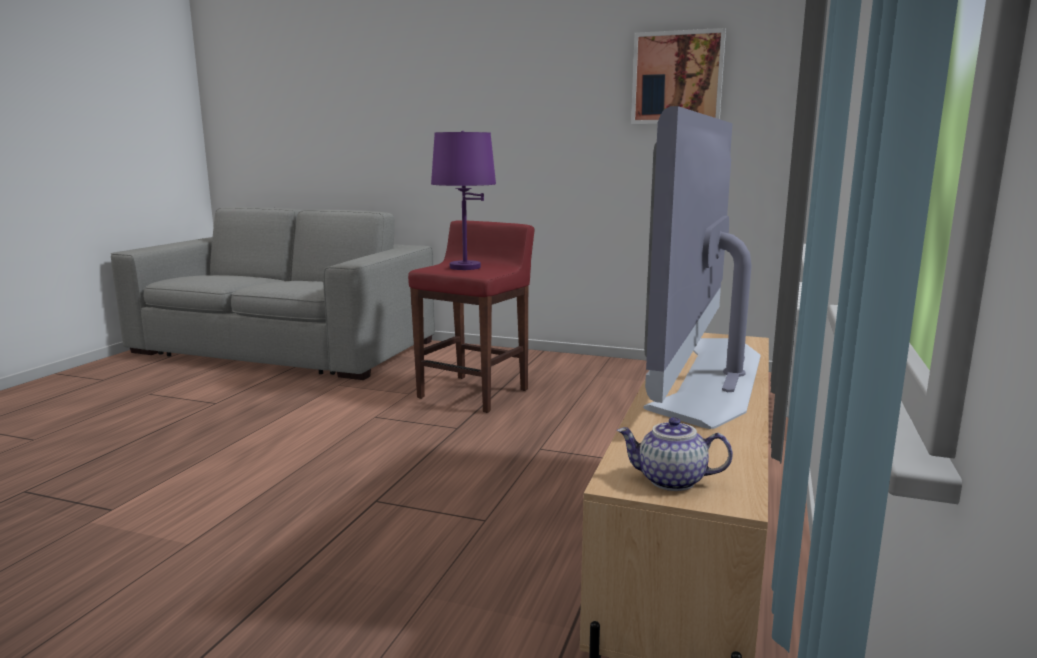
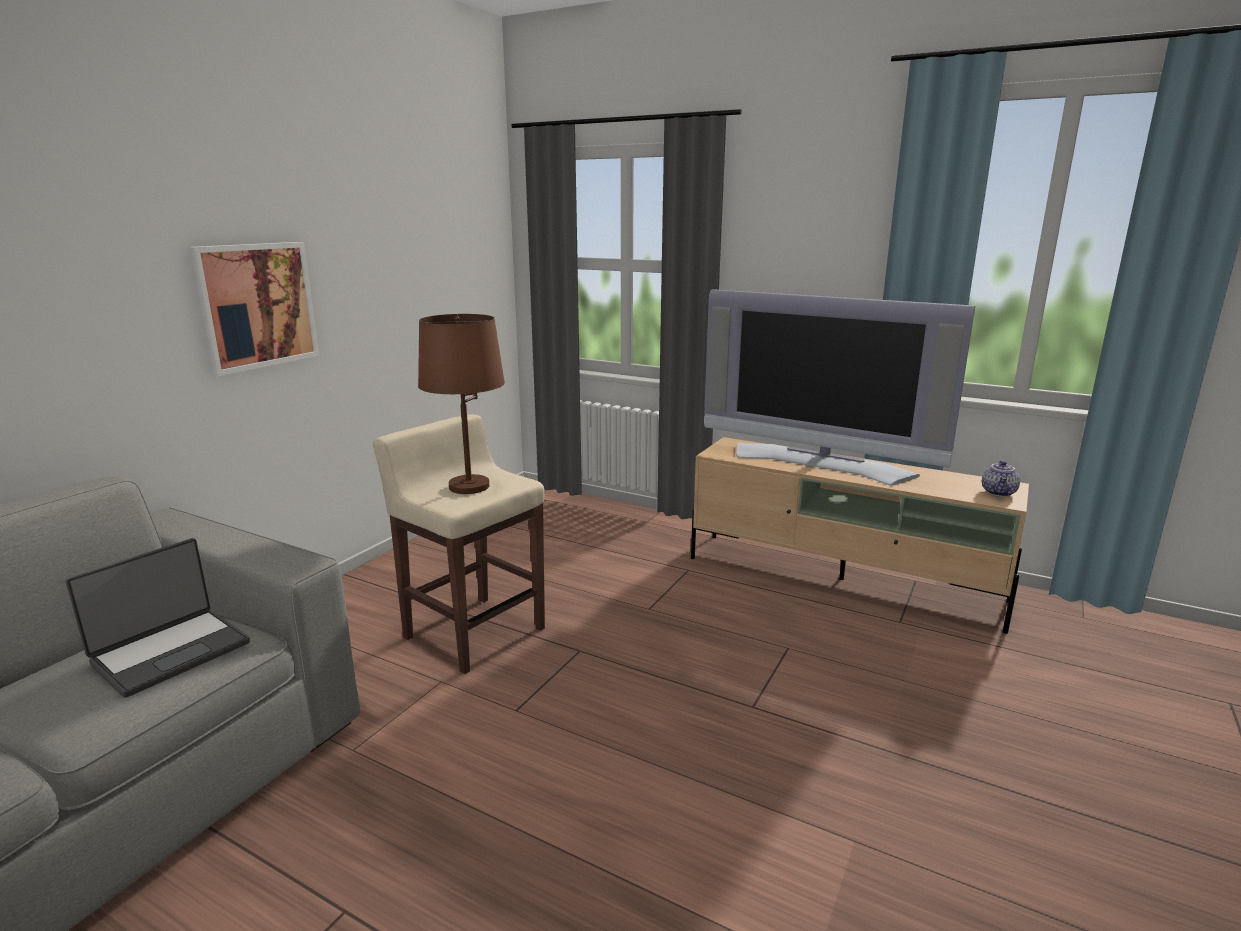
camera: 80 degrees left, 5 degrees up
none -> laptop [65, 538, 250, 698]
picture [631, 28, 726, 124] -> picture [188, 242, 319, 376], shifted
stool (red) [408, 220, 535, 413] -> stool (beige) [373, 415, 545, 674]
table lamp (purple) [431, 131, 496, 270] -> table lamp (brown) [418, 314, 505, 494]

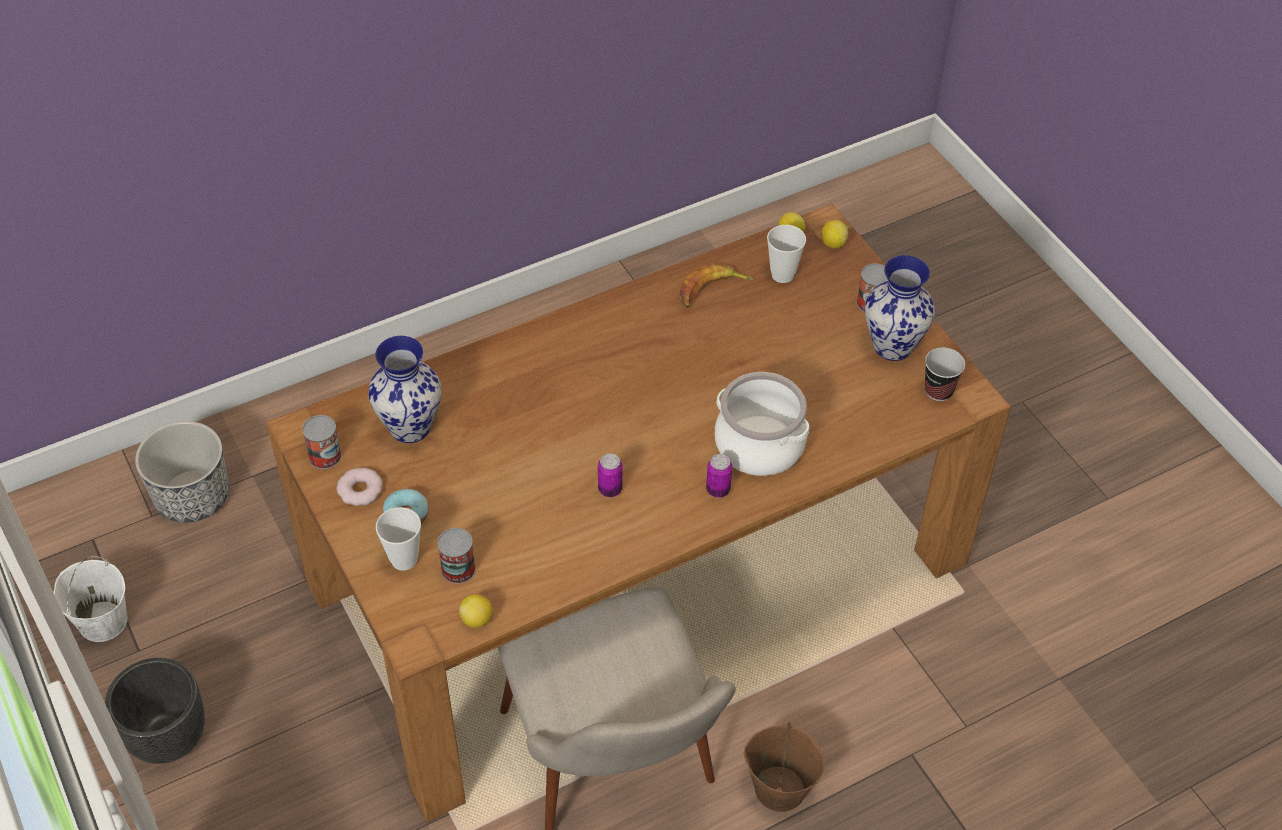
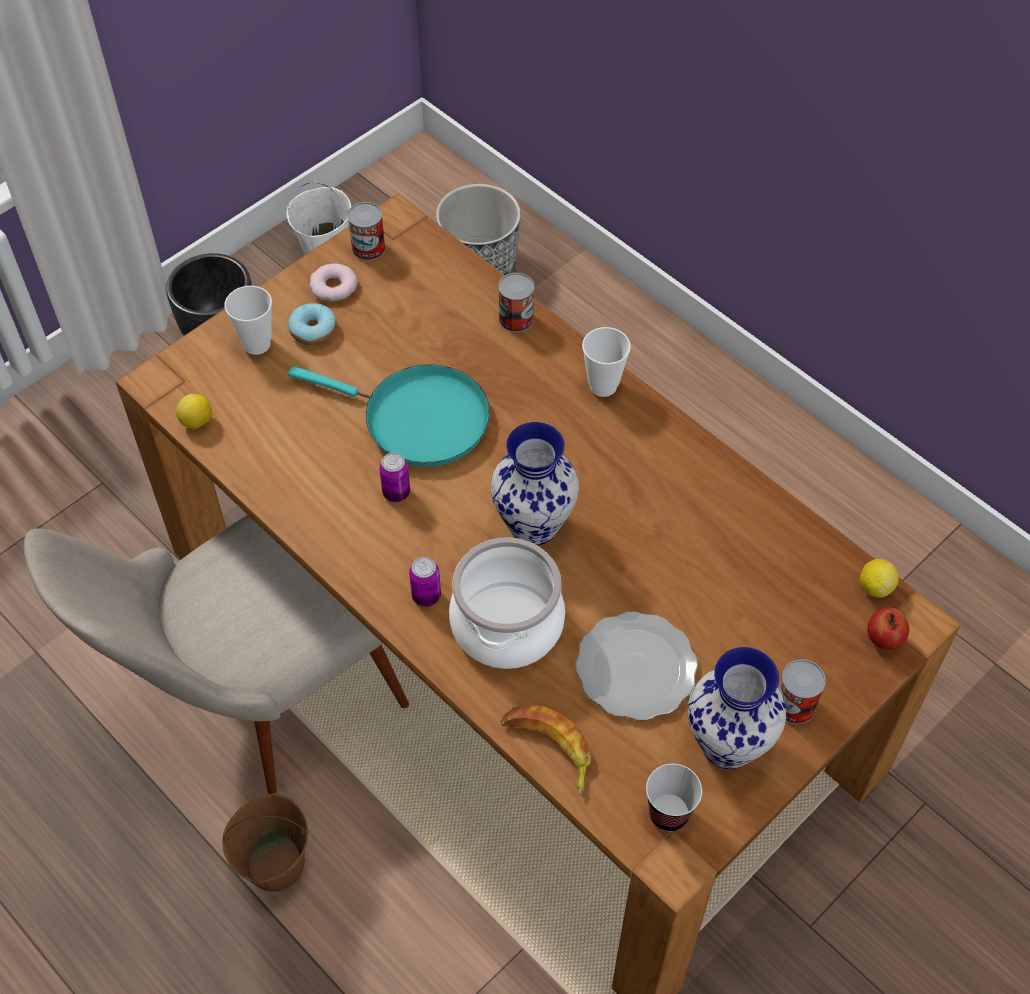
camera: 75 degrees right, 5 degrees up
none -> frying pan (turquoise) [288, 364, 490, 467]
vase [368, 336, 441, 443] -> vase [491, 422, 579, 545], shifted
can [437, 528, 476, 584] -> can [498, 273, 534, 333], shifted
banana [679, 264, 753, 308] -> banana [500, 704, 591, 796], shifted
none -> plate [575, 611, 698, 721]
cup [767, 225, 806, 283] -> cup [582, 327, 631, 397], shifted
lemon [821, 220, 849, 248] -> apple [867, 607, 909, 649]

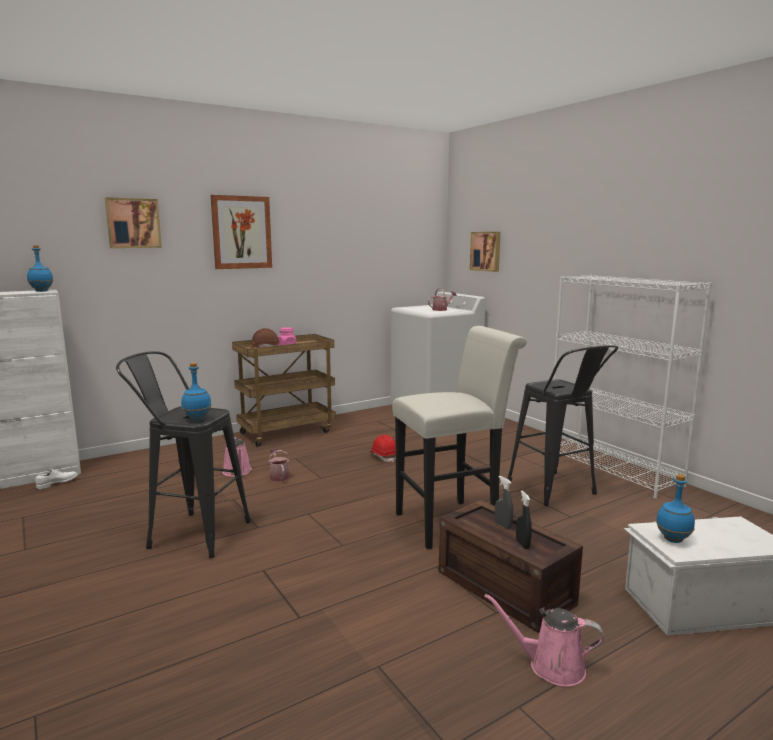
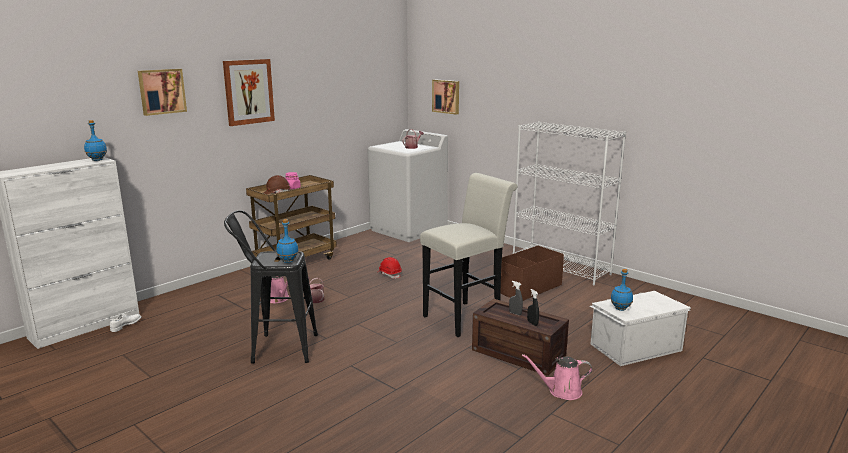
camera: 15 degrees left, 5 degrees up
stool (black) [508, 345, 618, 506] -> storage box (brown) [501, 246, 564, 301]

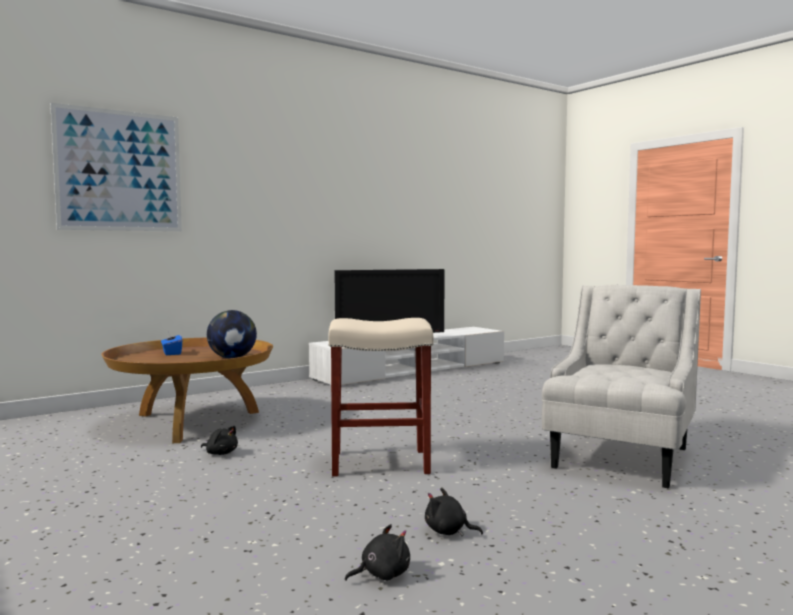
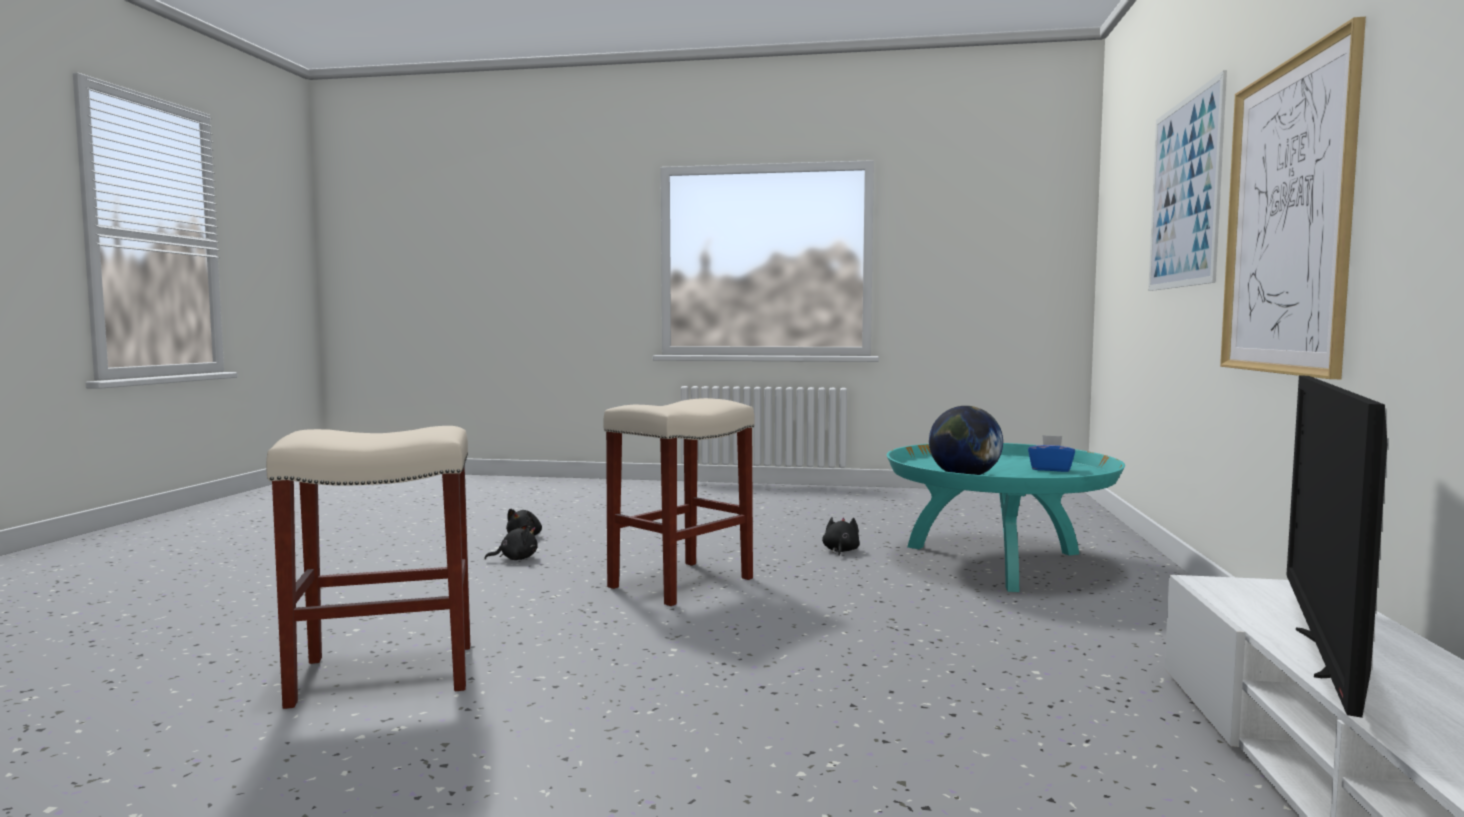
camera: 135 degrees right, 0 degrees up
armchair (white) [542, 285, 701, 488] -> stool (beige) [266, 426, 470, 709]
plush toy (black) [201, 426, 238, 455] -> plush toy (black) [822, 517, 860, 556], 120 degrees clockwise
coffee table (brown) [101, 338, 273, 443] -> coffee table (turquoise) [887, 443, 1125, 592]
none -> picture [1220, 17, 1366, 379]

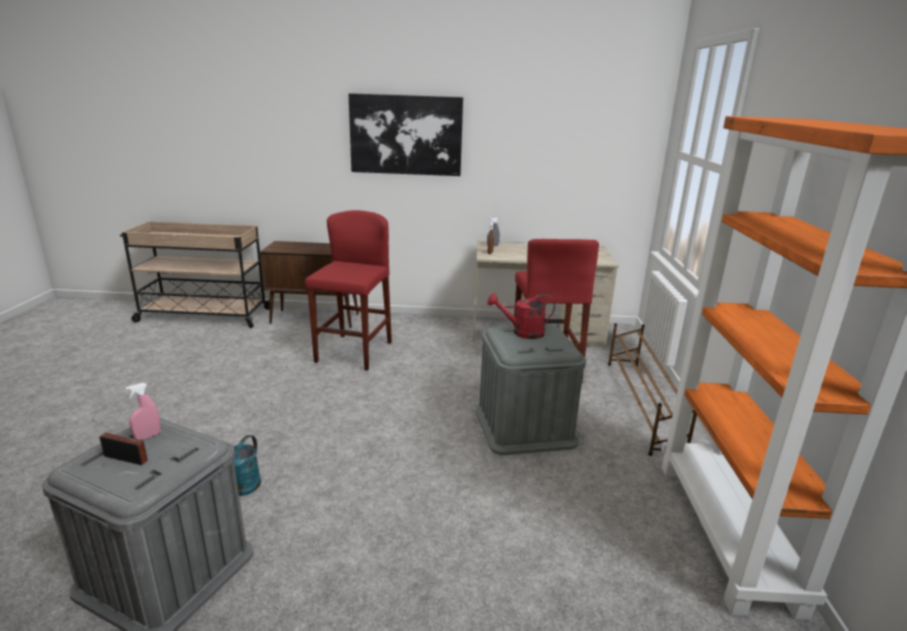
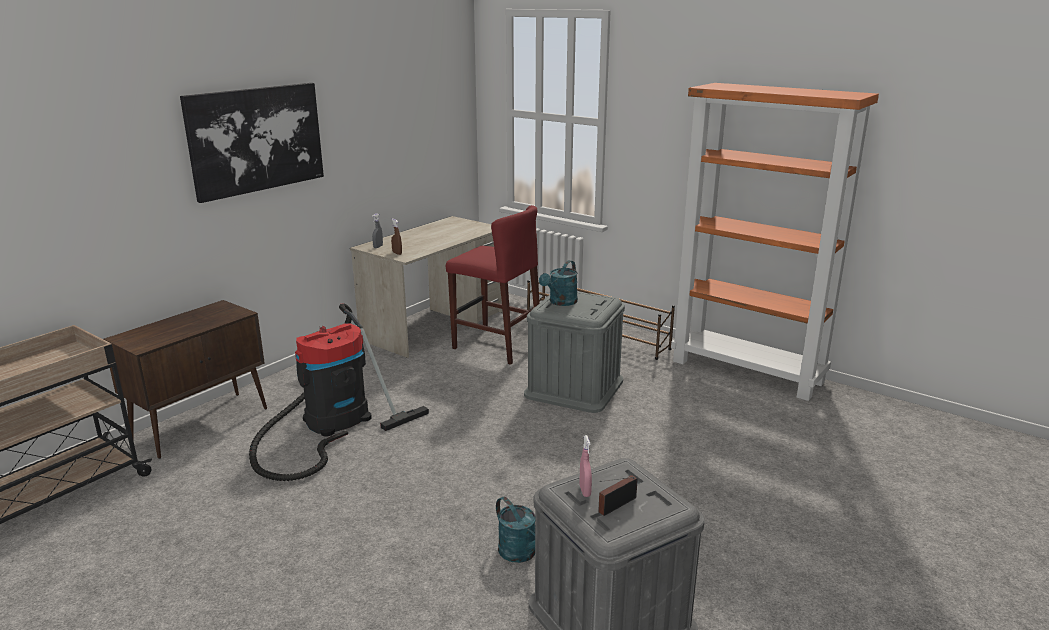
camera: 55 degrees left, 0 degrees up
stool (red) [305, 210, 392, 371] -> vacuum cleaner [249, 303, 429, 481]
watering can (red) [487, 293, 555, 339] -> watering can (turquoise) [539, 260, 578, 306]

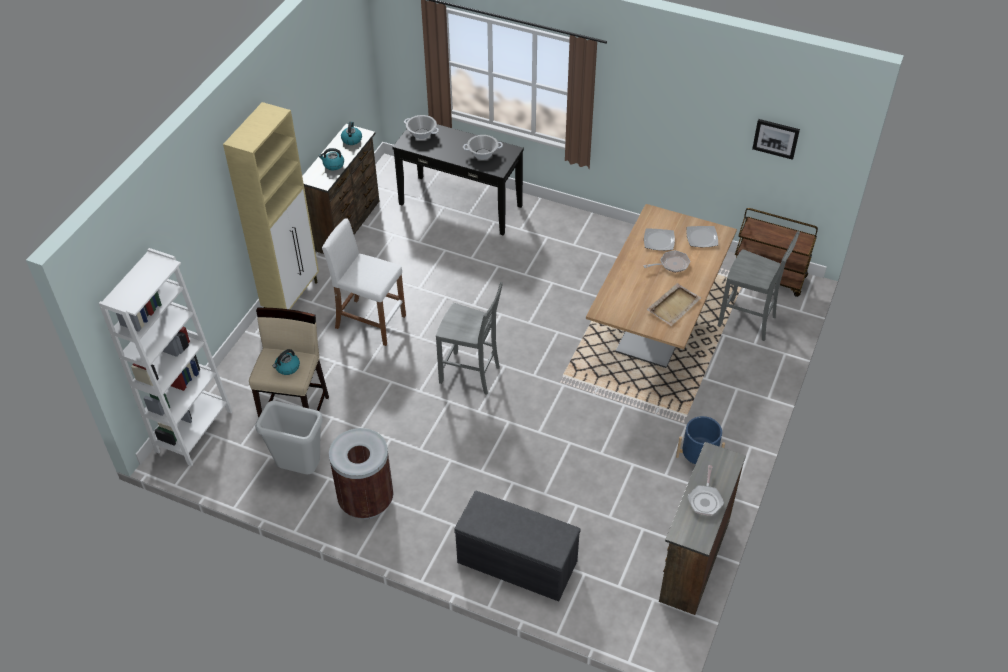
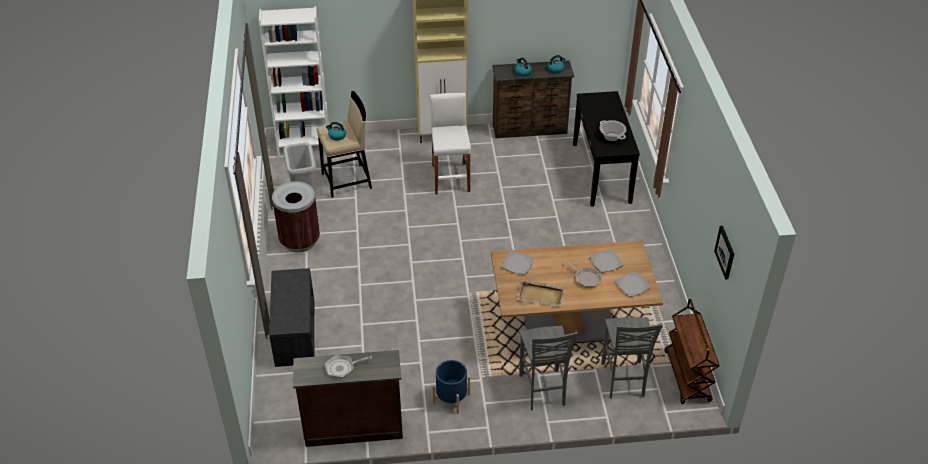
camera: 60 degrees right, 5 degrees down
none -> plate [502, 251, 534, 275]
chair (grey) [436, 282, 503, 395] -> chair (grey) [519, 326, 578, 411], shifted
cooking pot [404, 115, 439, 139] -> none

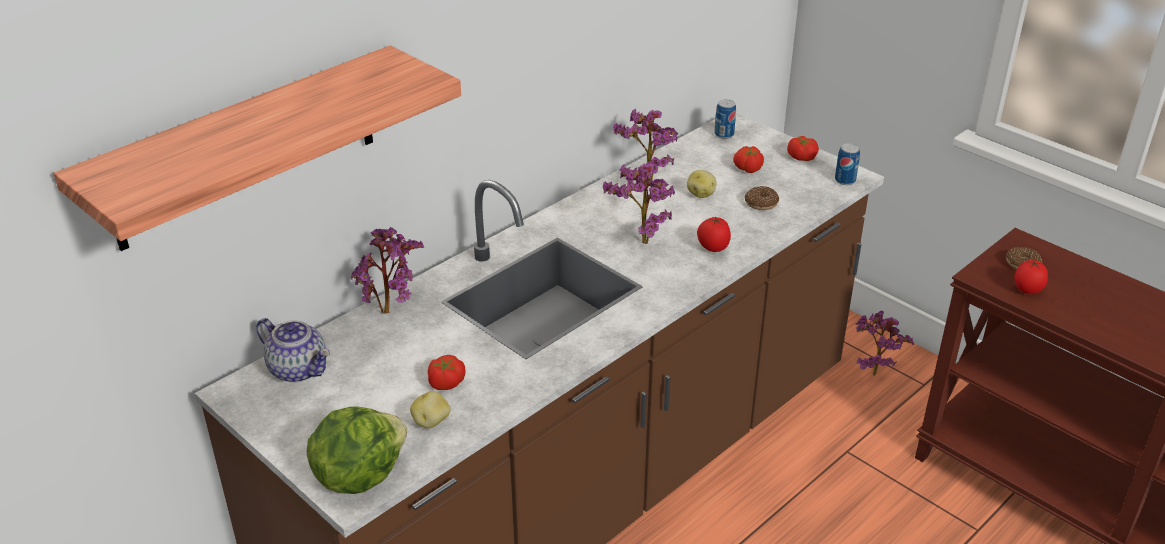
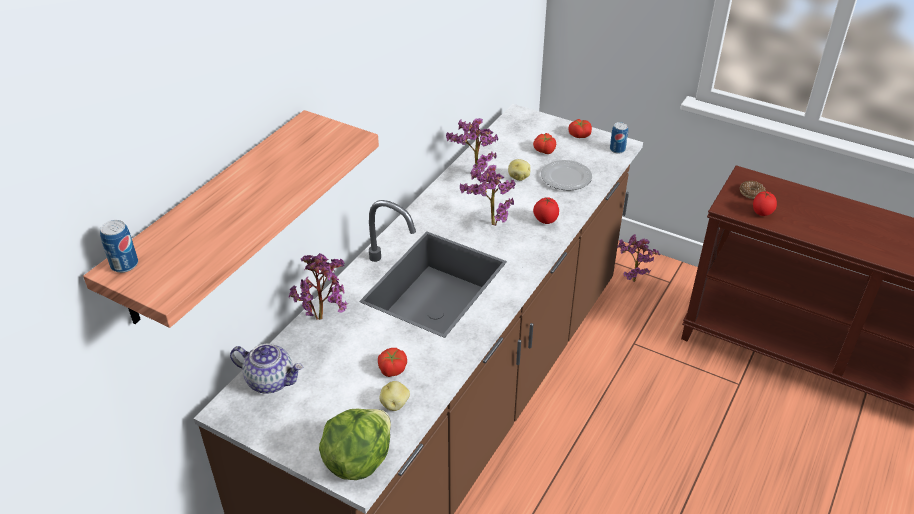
camera: 15 degrees left, 5 degrees up
can [714, 99, 736, 139] -> can [100, 220, 138, 273], shifted
donut [745, 186, 779, 210] -> plate [541, 160, 592, 191]

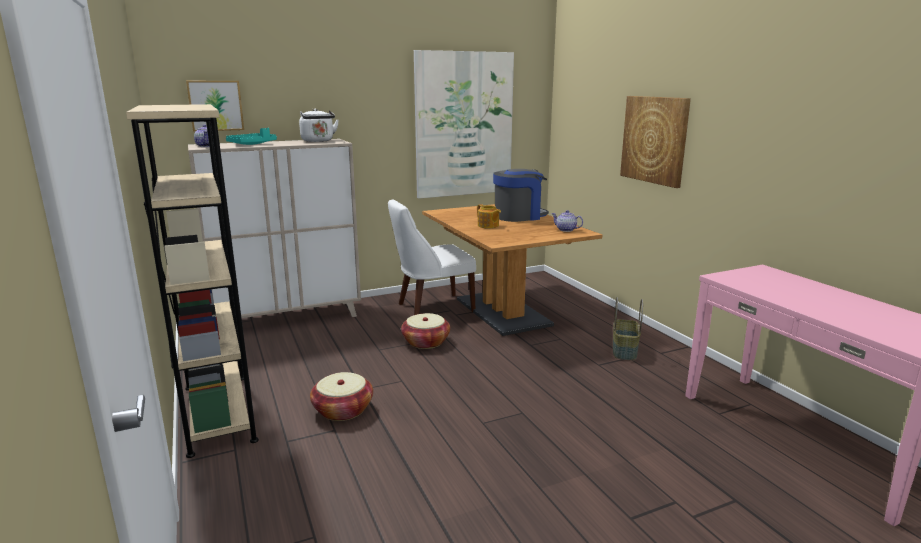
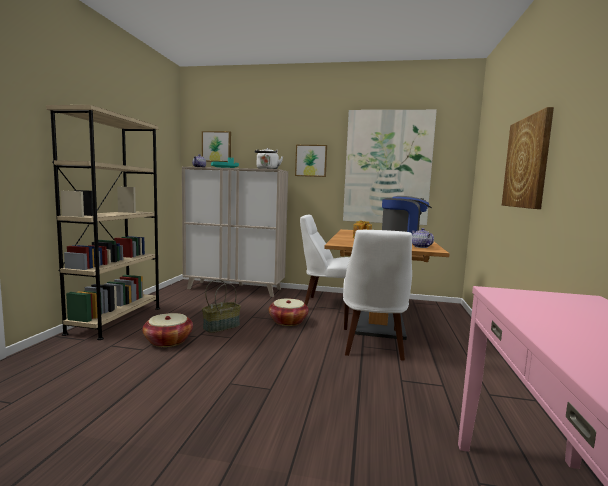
camera: 35 degrees right, 10 degrees down
basket [613, 297, 643, 360] -> basket [202, 279, 241, 333], shifted
none -> picture [295, 145, 327, 177]
none -> chair (white) [343, 230, 412, 361]

